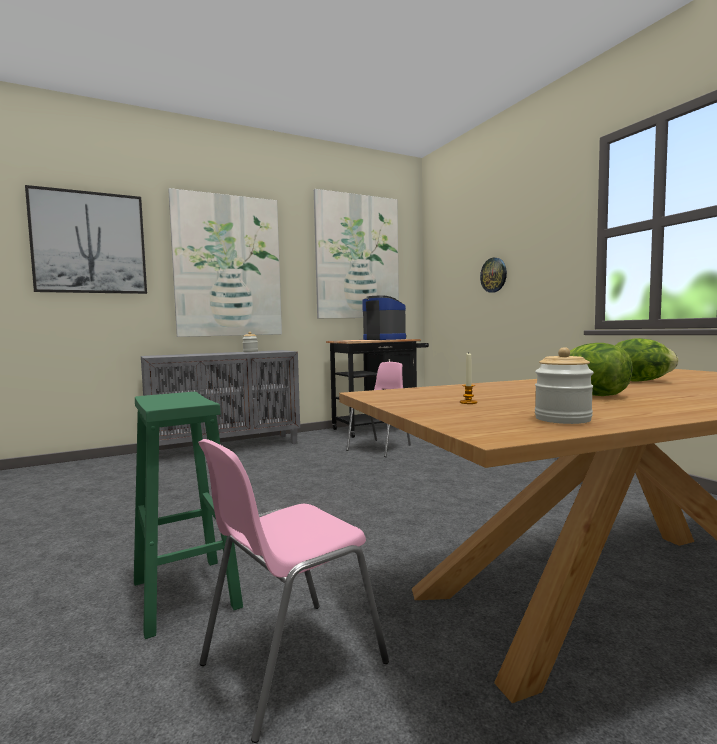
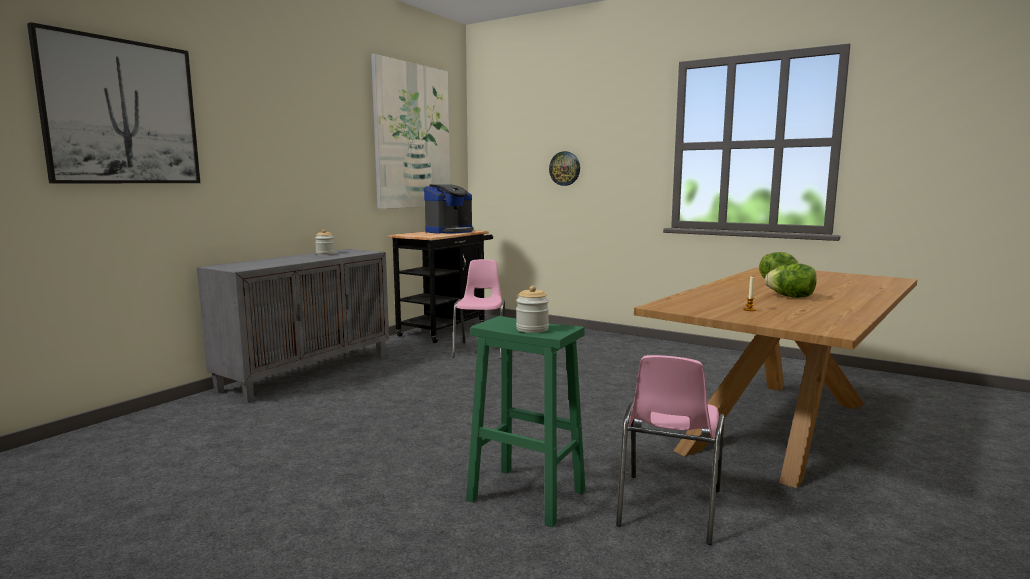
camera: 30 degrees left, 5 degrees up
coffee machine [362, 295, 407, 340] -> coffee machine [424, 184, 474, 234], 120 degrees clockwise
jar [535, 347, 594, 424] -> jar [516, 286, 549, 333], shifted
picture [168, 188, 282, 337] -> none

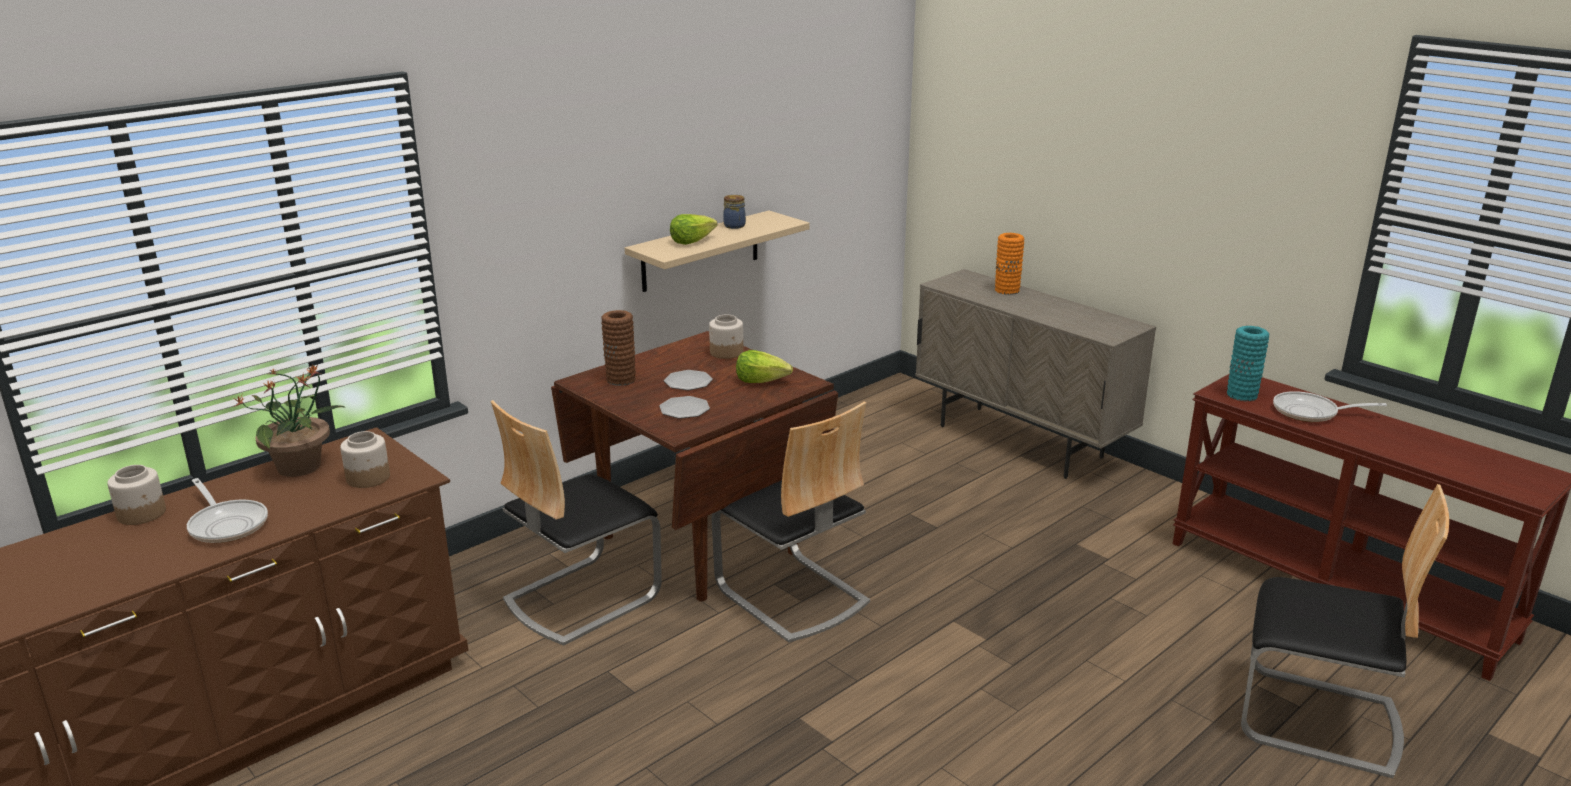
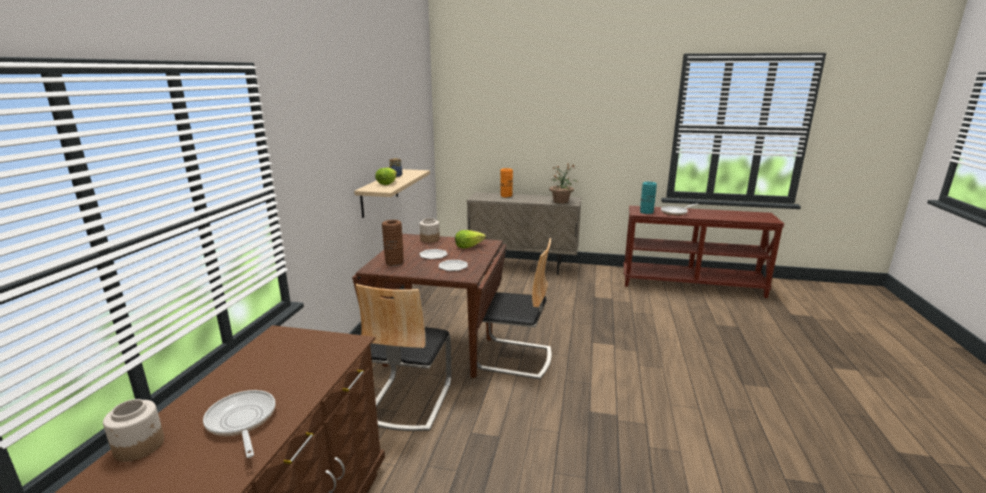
camera: 35 degrees left, 5 degrees down
frying pan [187, 478, 268, 543] -> frying pan [203, 390, 276, 458], 135 degrees counterclockwise
potted plant [234, 365, 346, 477] -> potted plant [550, 164, 576, 204], shifted
jar [340, 431, 390, 488] -> none
chair [1241, 484, 1449, 778] -> none

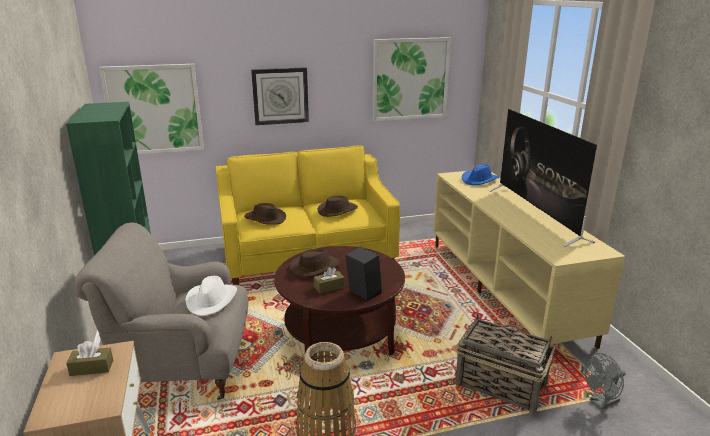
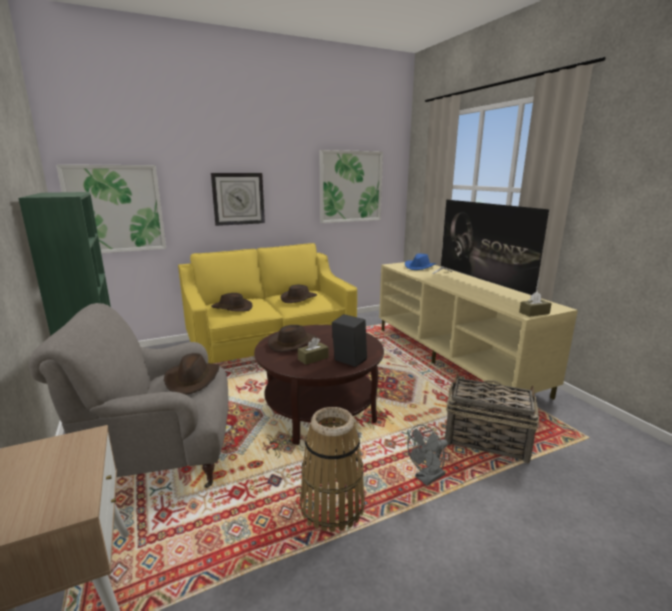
camera: 10 degrees left, 5 degrees down
hat (white) [185, 276, 237, 316] -> hat (brown) [164, 353, 220, 395]
fan (grey) [584, 353, 625, 409] -> fan (grey) [407, 425, 448, 486], shifted
tissue box (brown) [66, 341, 113, 376] -> tissue box (brown) [519, 291, 552, 317], shifted

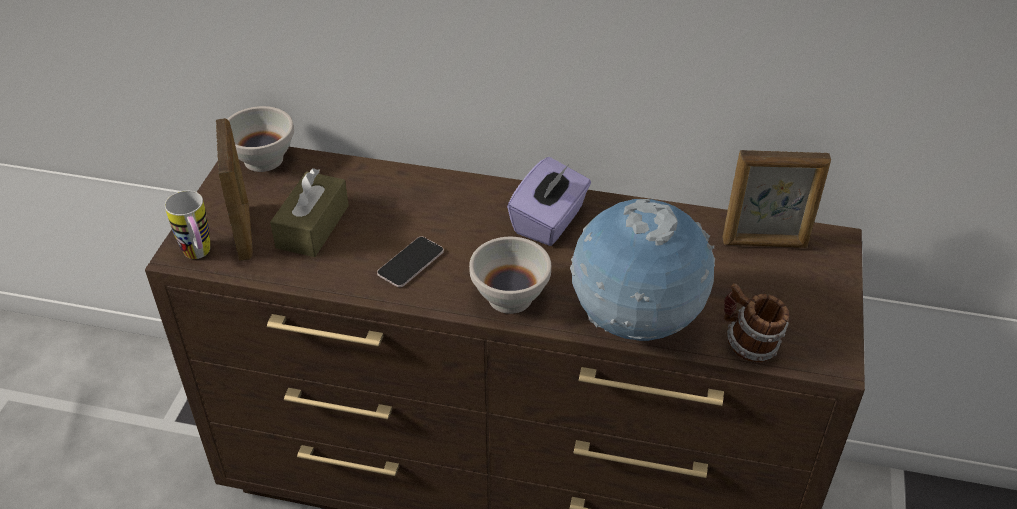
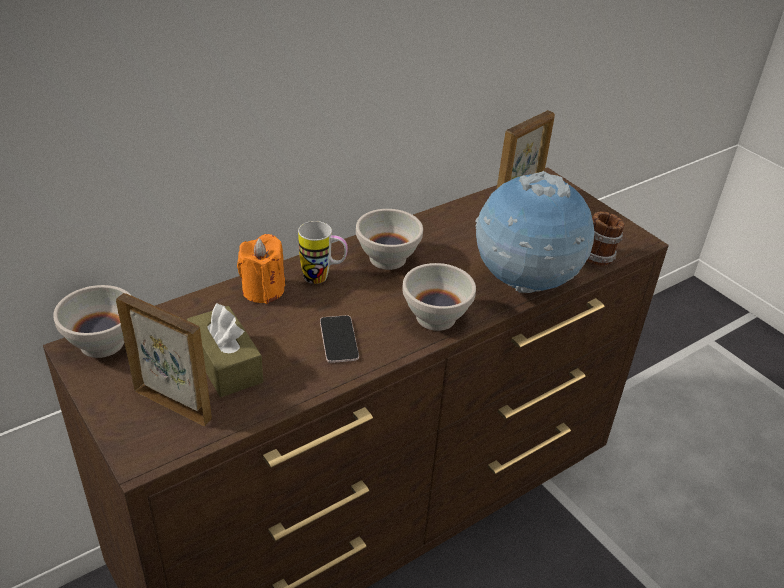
camera: 50 degrees left, 5 degrees down
none -> candle (orange) [237, 234, 285, 304]
mug [165, 191, 210, 259] -> mug [298, 221, 348, 284], shifted
tissue box (purple) [507, 157, 591, 246] -> bowl (white) [356, 209, 423, 270]

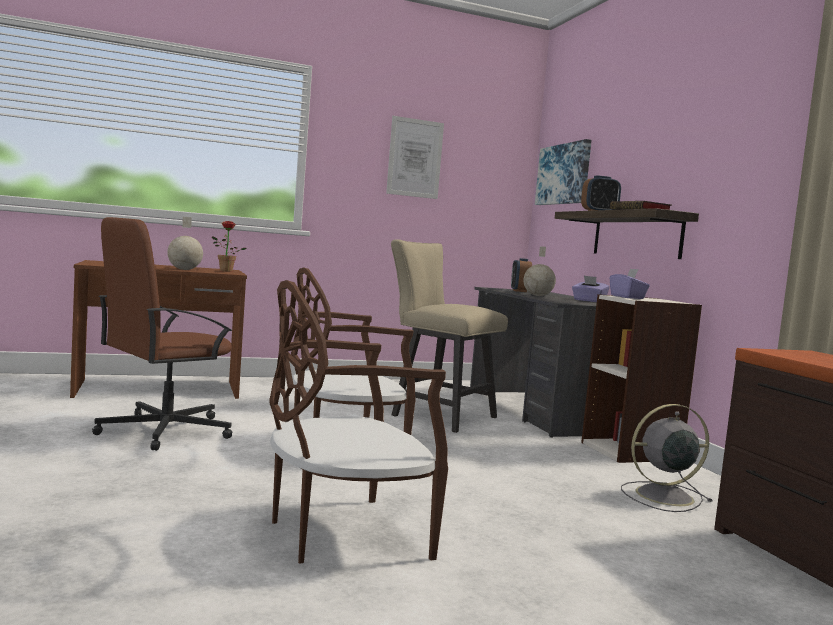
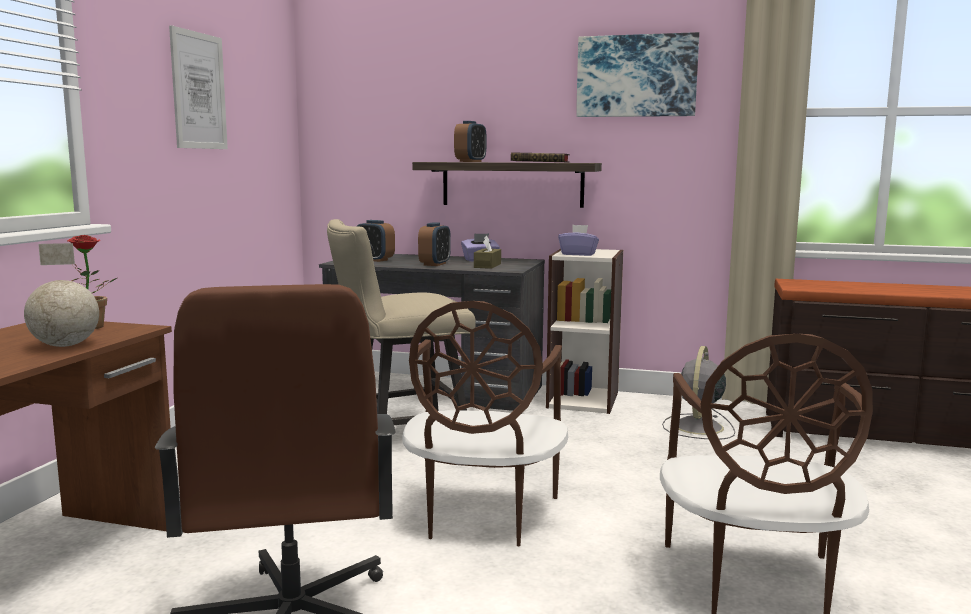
camera: 55 degrees left, 5 degrees up
globe [524, 246, 556, 296] -> alarm clock [418, 222, 451, 266]
none -> tissue box (brown) [474, 236, 501, 269]
picture [535, 139, 592, 205] -> picture [576, 32, 699, 117], shifted

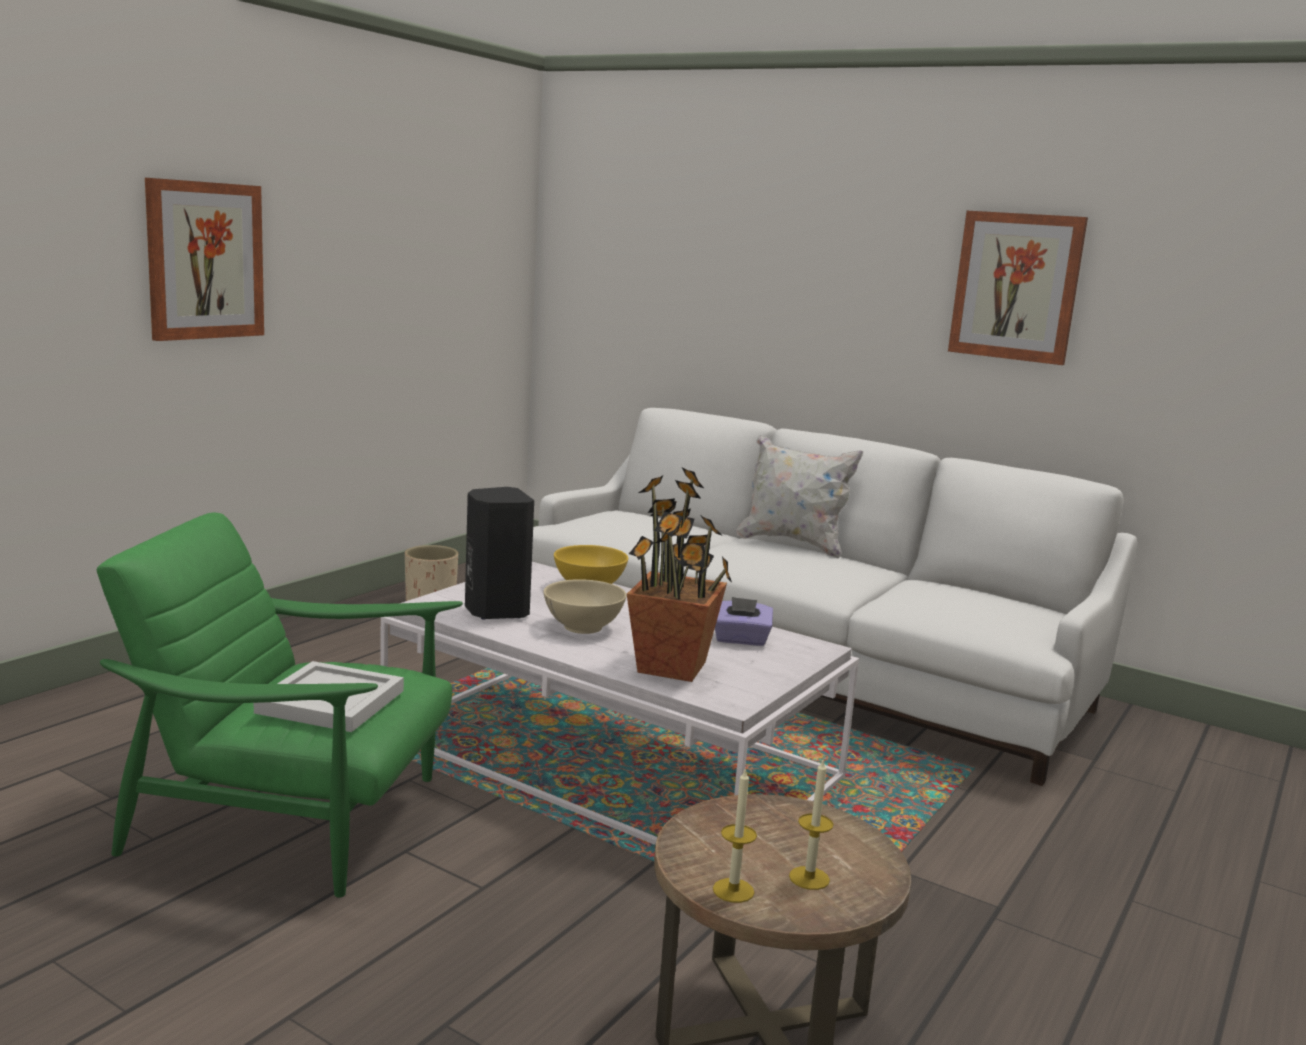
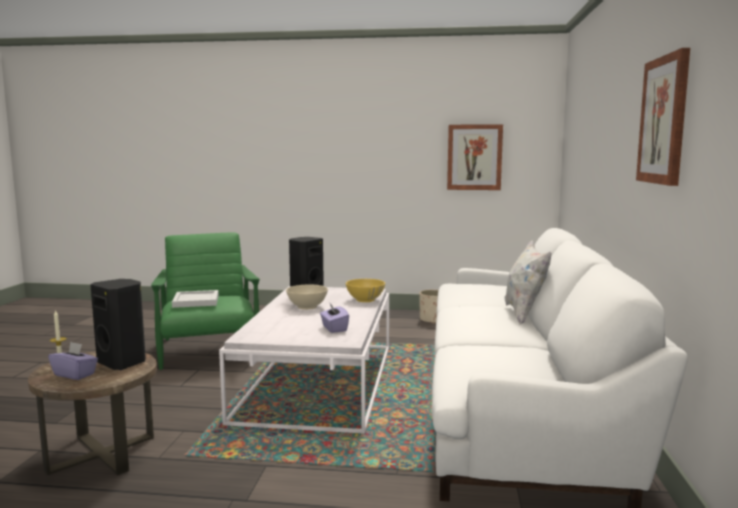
camera: 65 degrees right, 5 degrees down
candle [789, 758, 833, 890] -> tissue box (purple) [48, 342, 98, 380]
none -> speaker (black) [90, 279, 146, 370]
picture [145, 178, 264, 341] -> picture [447, 124, 503, 190], shifted
potted plant [627, 468, 732, 682] -> none

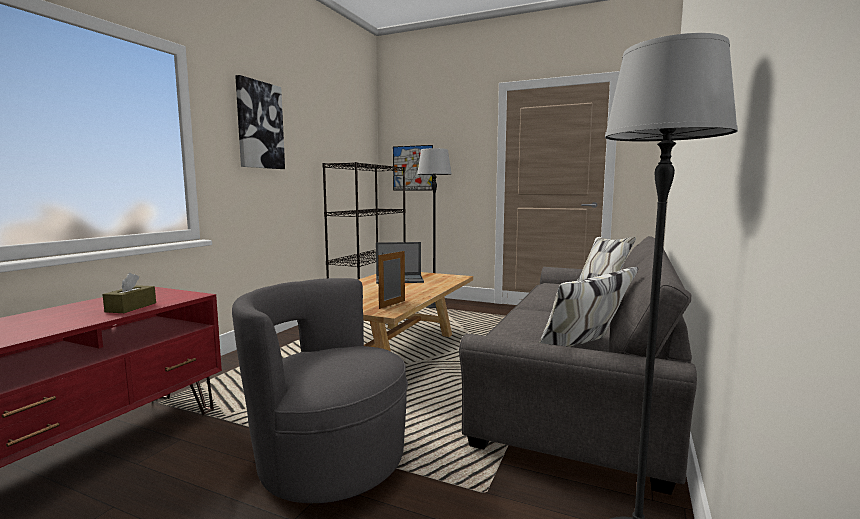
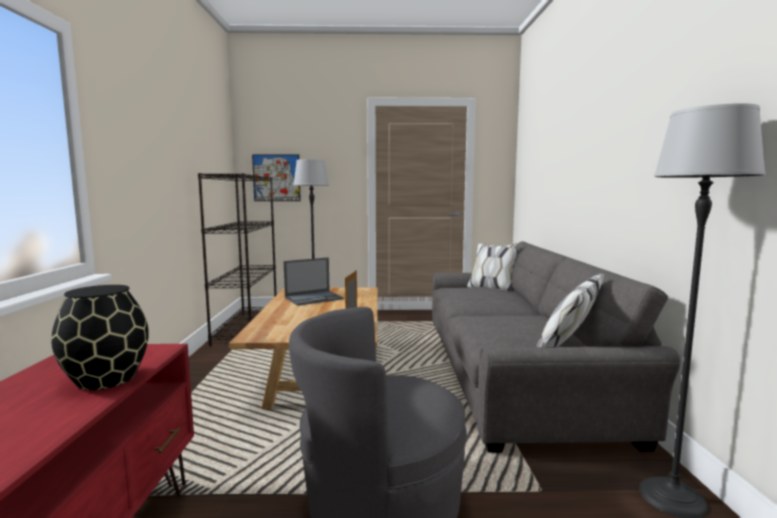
camera: 25 degrees left, 0 degrees up
tissue box (brown) [102, 273, 156, 313] -> vase (black) [51, 285, 149, 390]
picture [235, 75, 285, 169] -> none

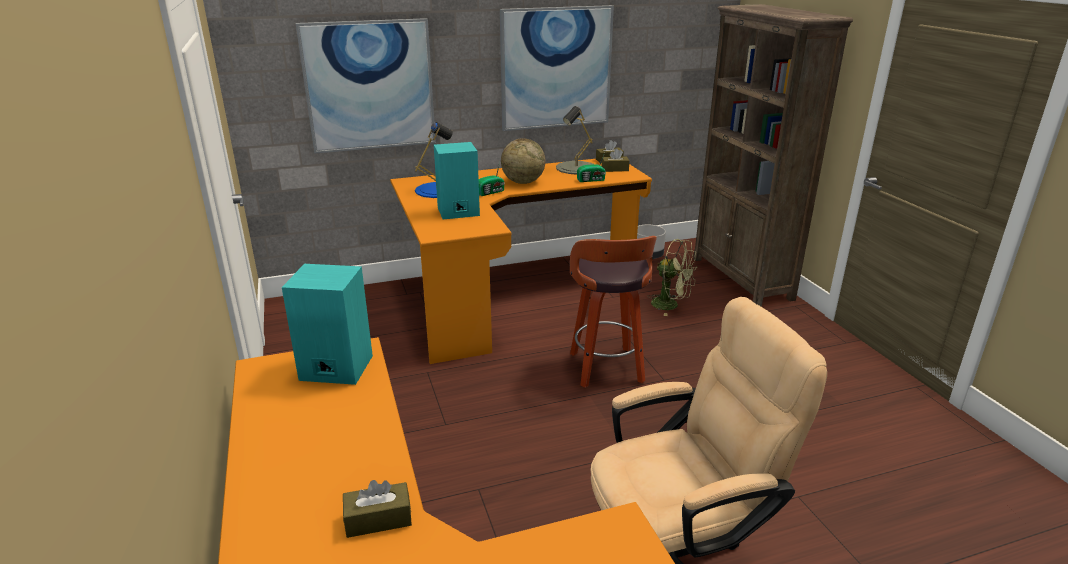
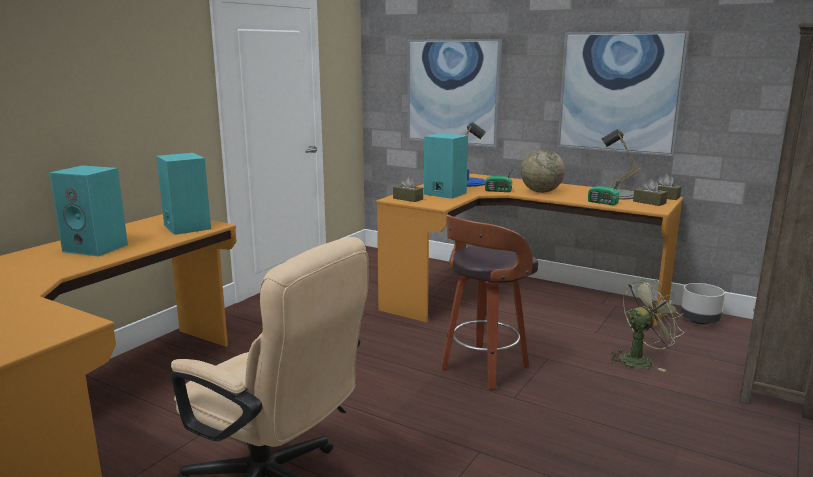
camera: 50 degrees right, 10 degrees down
none -> speaker (turquoise) [49, 165, 128, 257]
tissue box (brown) [343, 480, 412, 538] -> tissue box (brown) [393, 176, 423, 202], shifted
fan (green) [647, 239, 697, 316] -> fan (green) [609, 280, 684, 372], 105 degrees counterclockwise

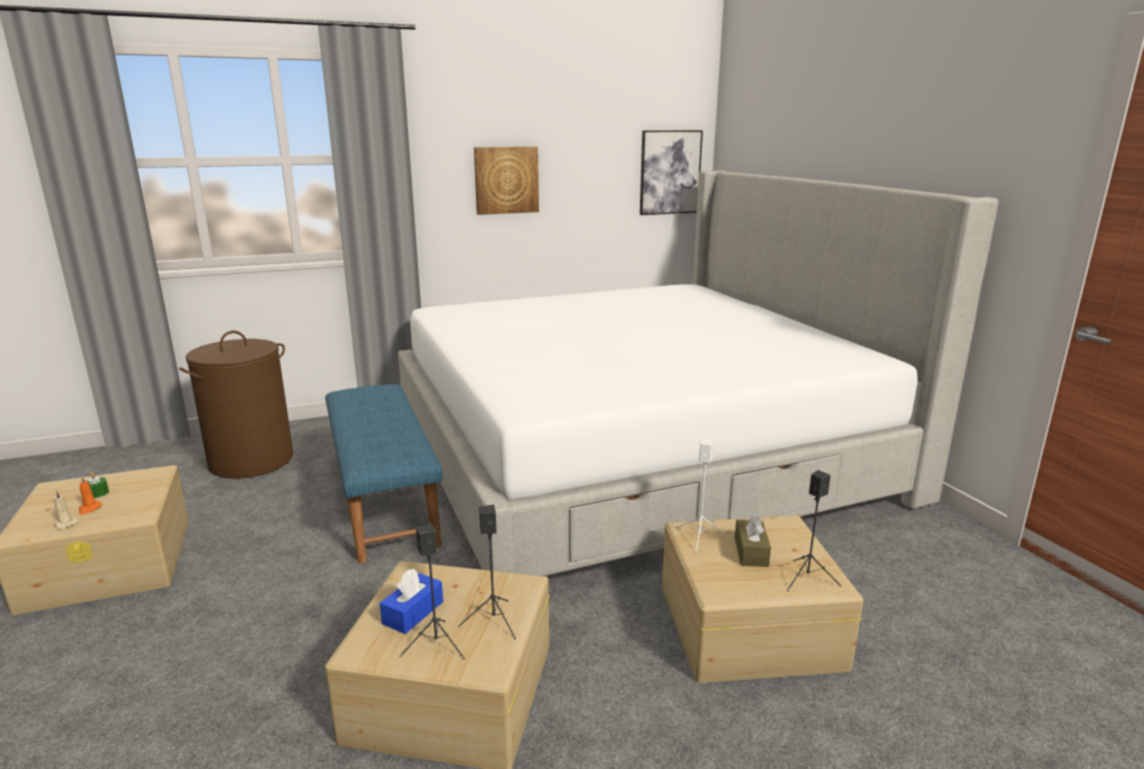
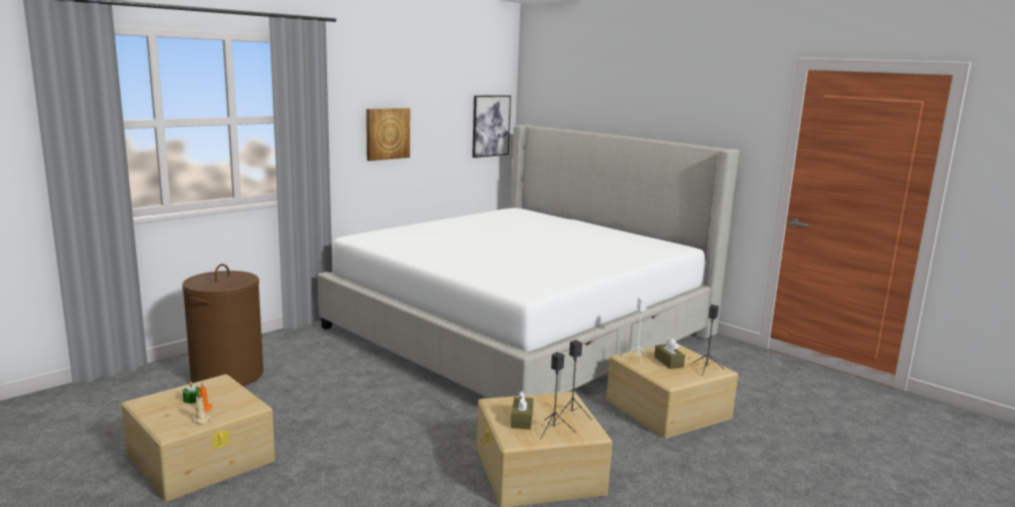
camera: 25 degrees left, 5 degrees down
tissue box (blue) [380, 569, 443, 634] -> tissue box (brown) [511, 391, 533, 429]
bench (blue) [325, 384, 443, 564] -> none

